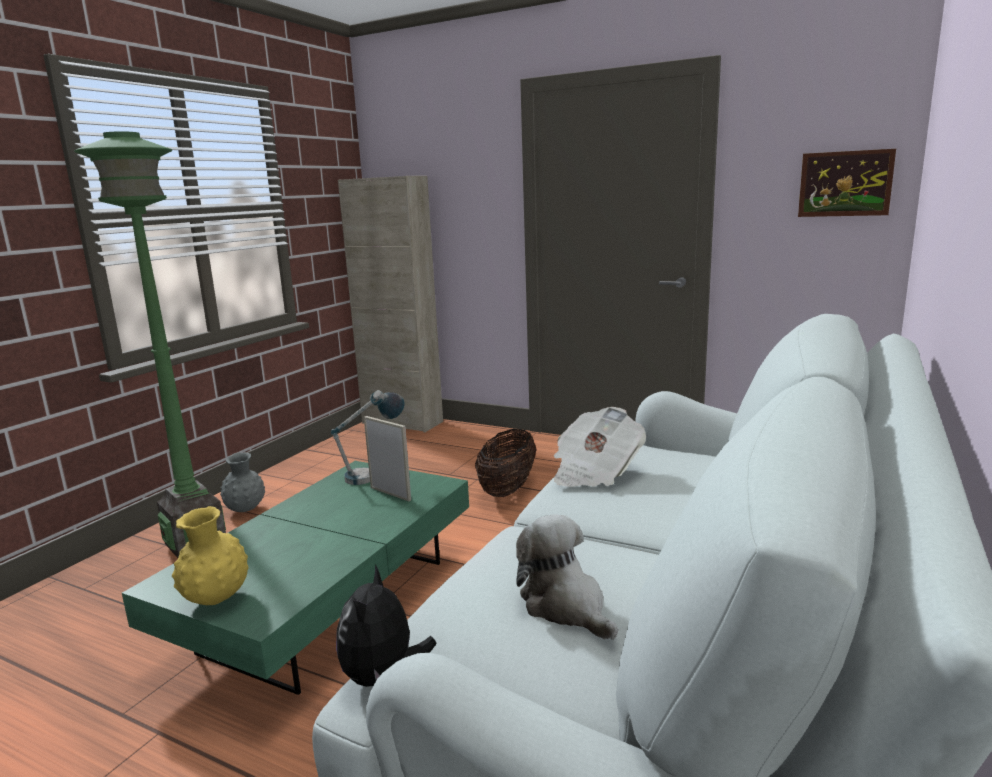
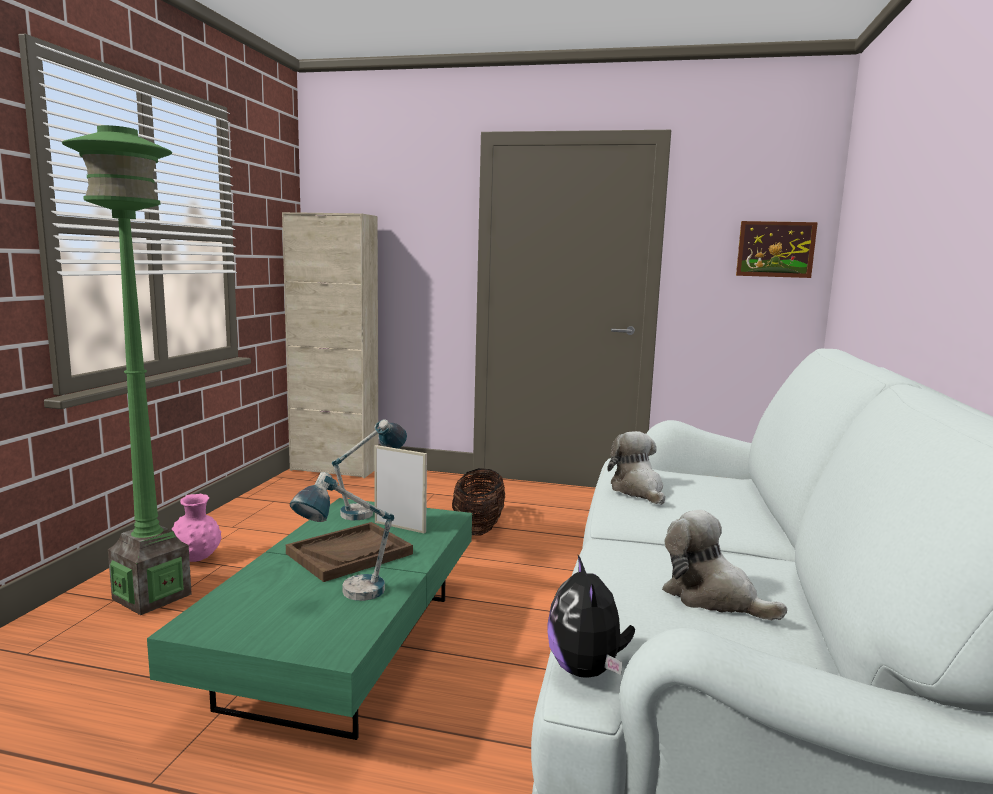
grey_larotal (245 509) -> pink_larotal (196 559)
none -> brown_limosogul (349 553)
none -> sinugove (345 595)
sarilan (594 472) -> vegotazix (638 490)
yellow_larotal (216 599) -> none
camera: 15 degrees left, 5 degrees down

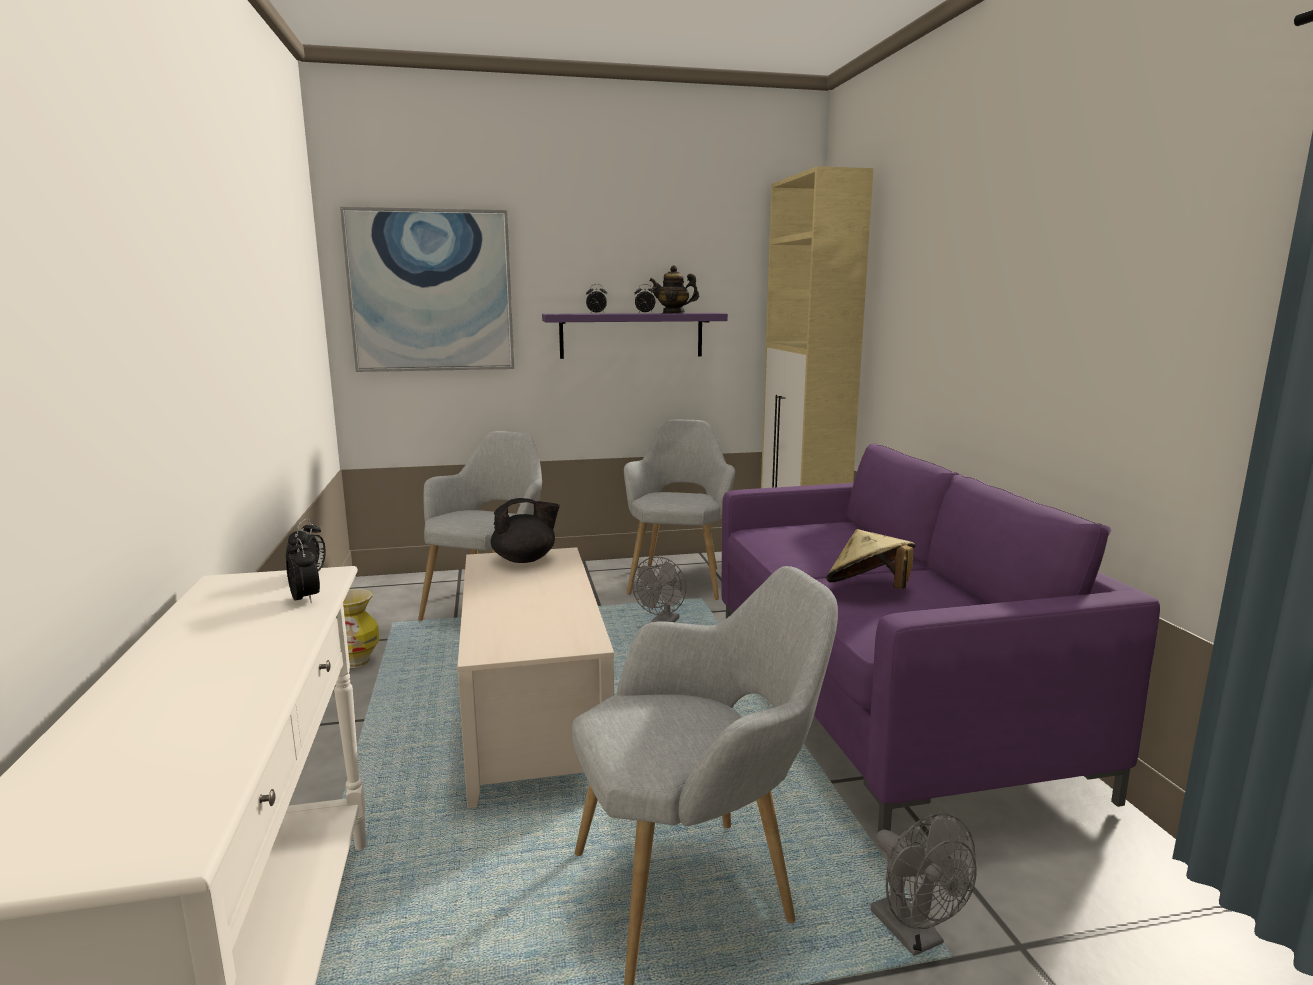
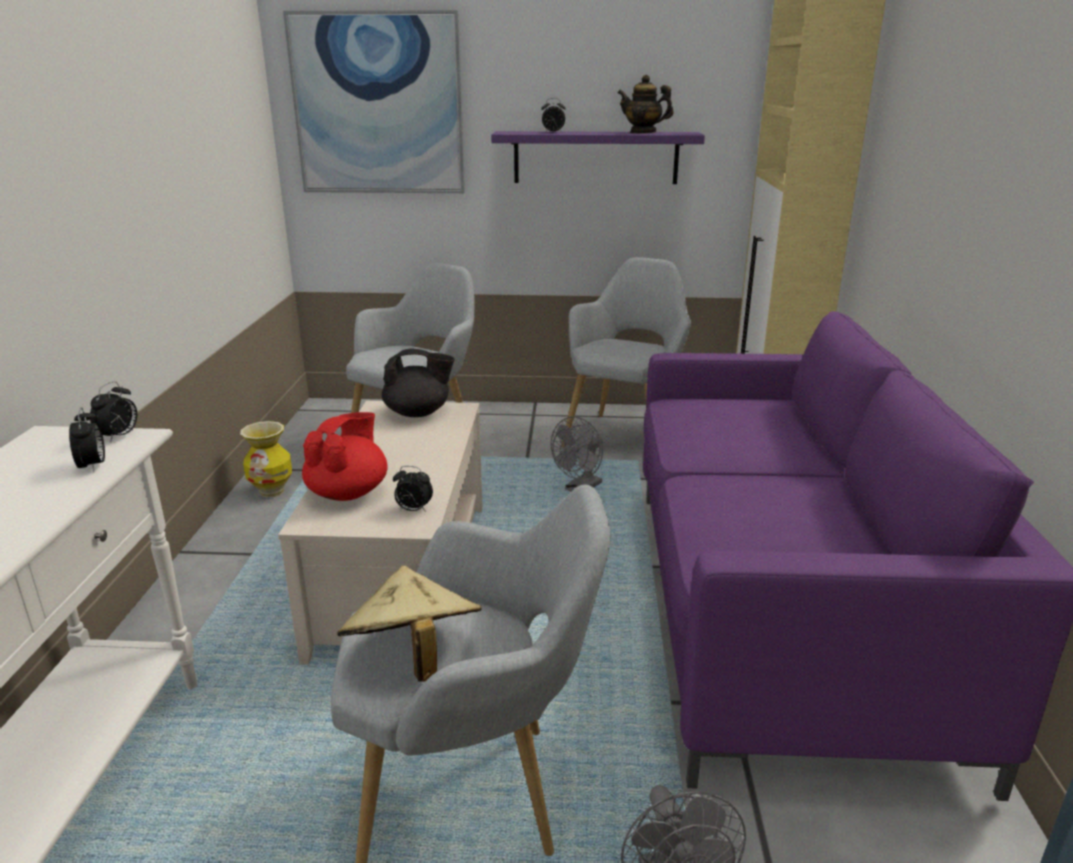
none -> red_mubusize (348 492)
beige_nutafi (868 590) -> beige_nutafi (412 657), move
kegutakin (645 313) -> kegutakin (413 510), move
camera: 15 degrees right, 10 degrees up

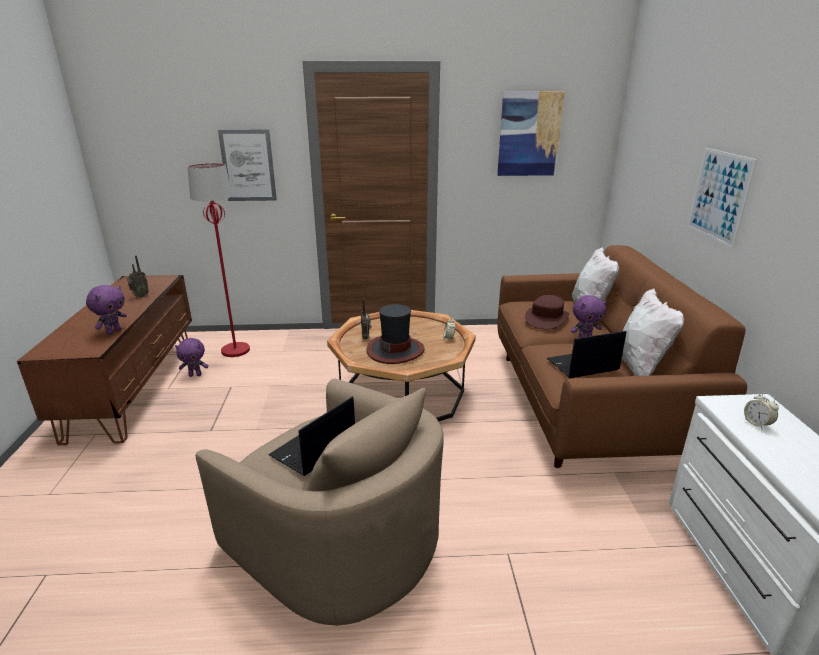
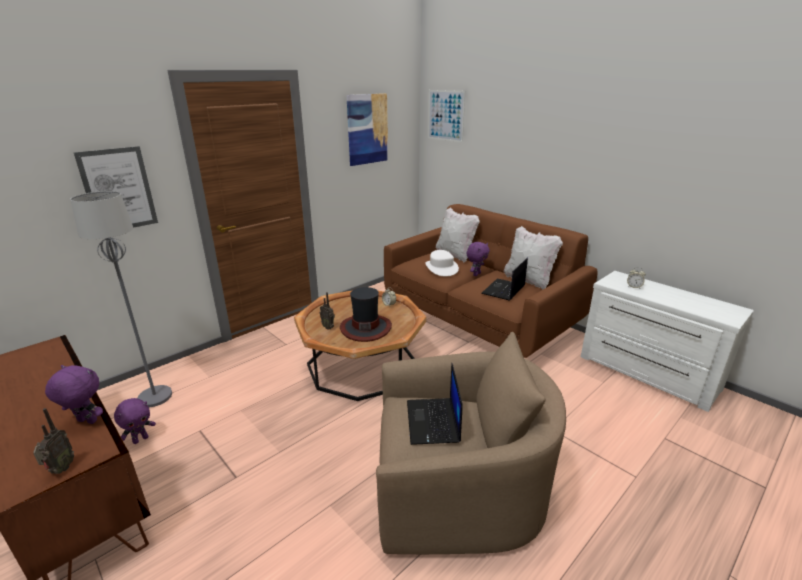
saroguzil (140 296) -> saroguzil (60 470), move
purple_vegotazix (113 331) -> purple_vegotazix (86 422), 60 degrees counterclockwise
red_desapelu (236 350) -> grey_desapelu (155 397)
brown_nutafi (546 318) -> white_nutafi (441 268)
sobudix (719 196) -> sobudix (445 115), move
camera: 40 degrees left, 0 degrees up

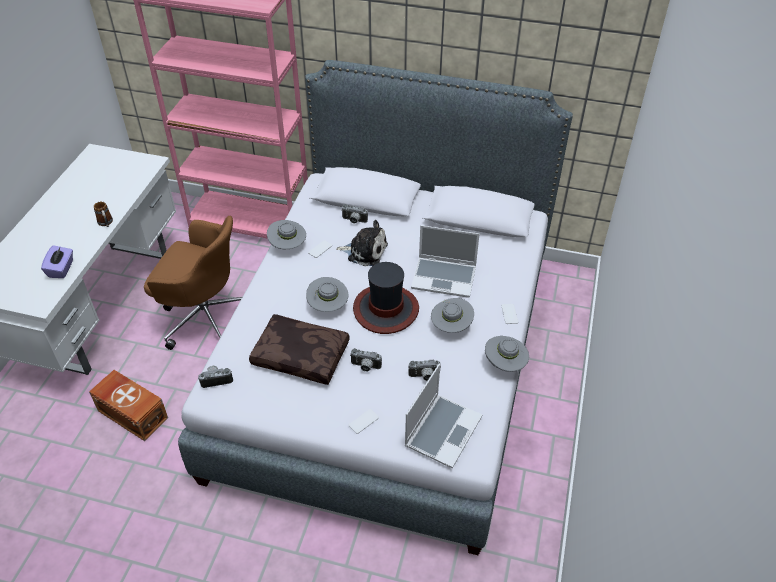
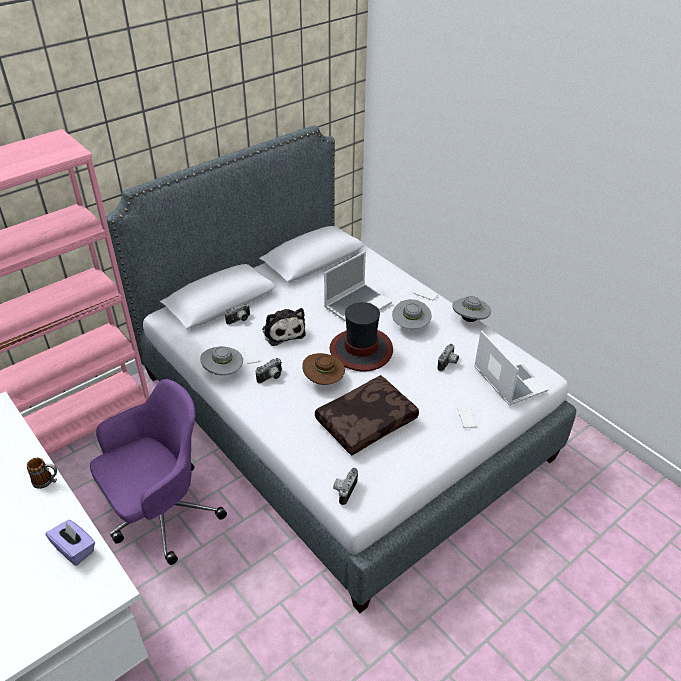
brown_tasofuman (205 316) -> purple_tasofuman (161 514)
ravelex (365 367) -> ravelex (271 378), move
vegotazix (365 251) -> vegotazix (283 331), 105 degrees clockwise
grey_nutafi (328 306) -> brown_nutafi (323 380)
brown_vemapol (132 413) -> none
camera: 55 degrees left, 5 degrees down

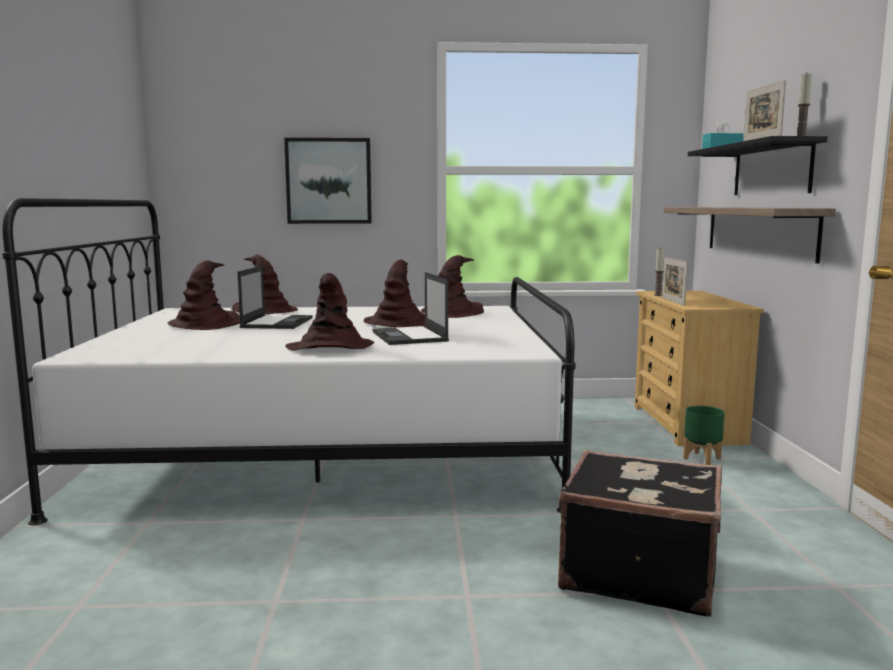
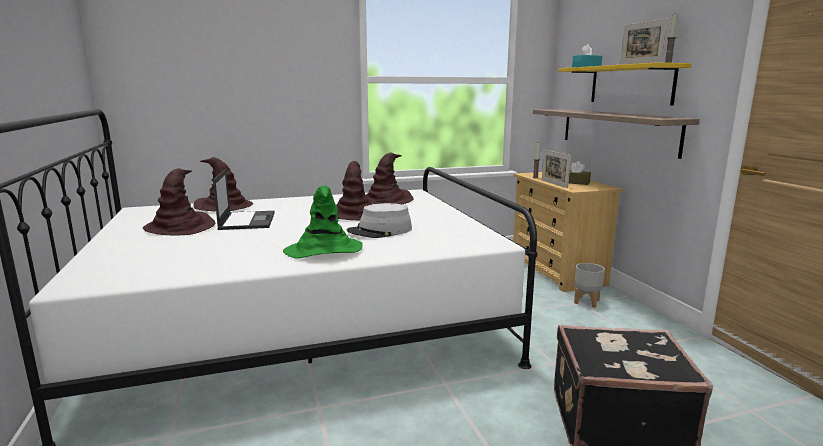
brown_nutafi (330 347) -> green_nutafi (324 250)
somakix (410 336) -> grey_nutafi (380 231)
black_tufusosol (771 169) -> yellow_tufusosol (630 85)
none -> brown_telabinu (575 182)
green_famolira (702 458) -> grey_famolira (586 301)
sobudix (329 181) -> none
camera: 15 degrees left, 5 degrees up

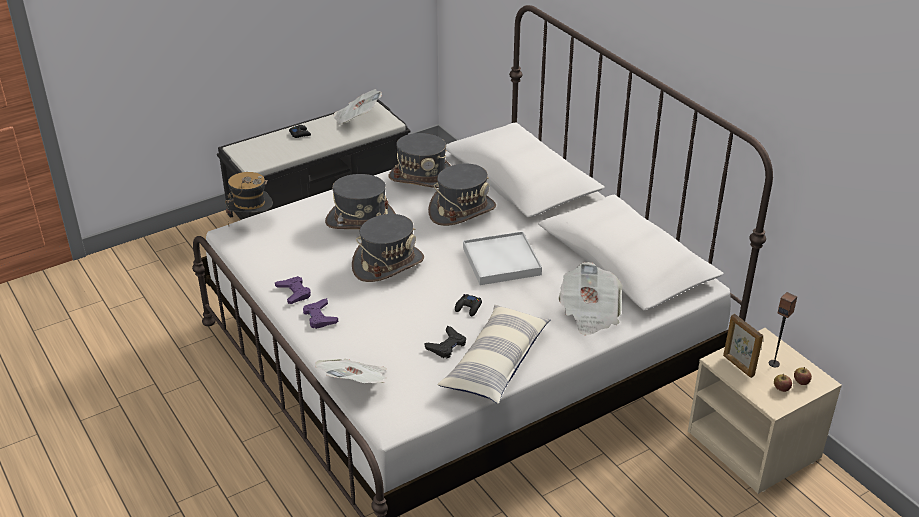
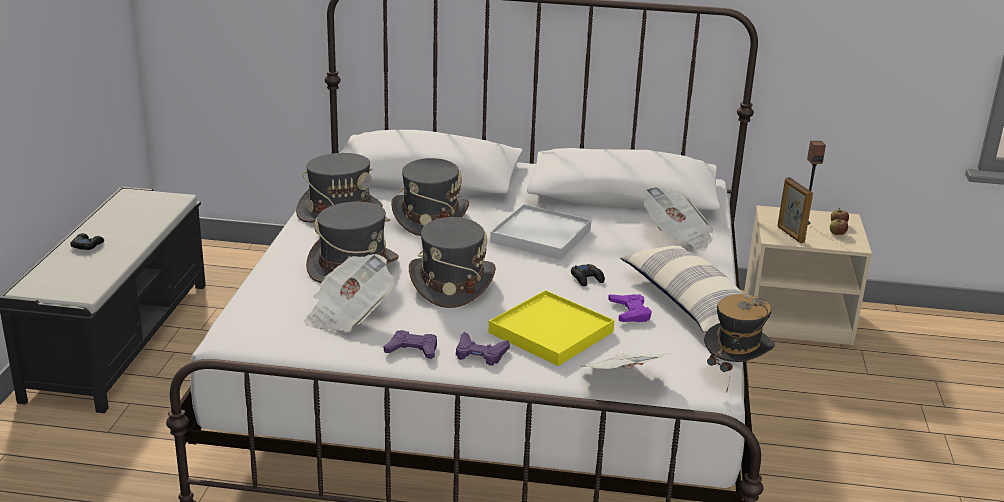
sarilan (357 119) -> sarilan (348 315), move
none -> yellow_limosogul (551 332)
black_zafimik (447 346) -> purple_zafimik (630 312)
nutafi (251 222) -> nutafi (734 375), move
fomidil (738 366) -> fomidil (790 234), 60 degrees clockwise
camera: 50 degrees left, 10 degrees down

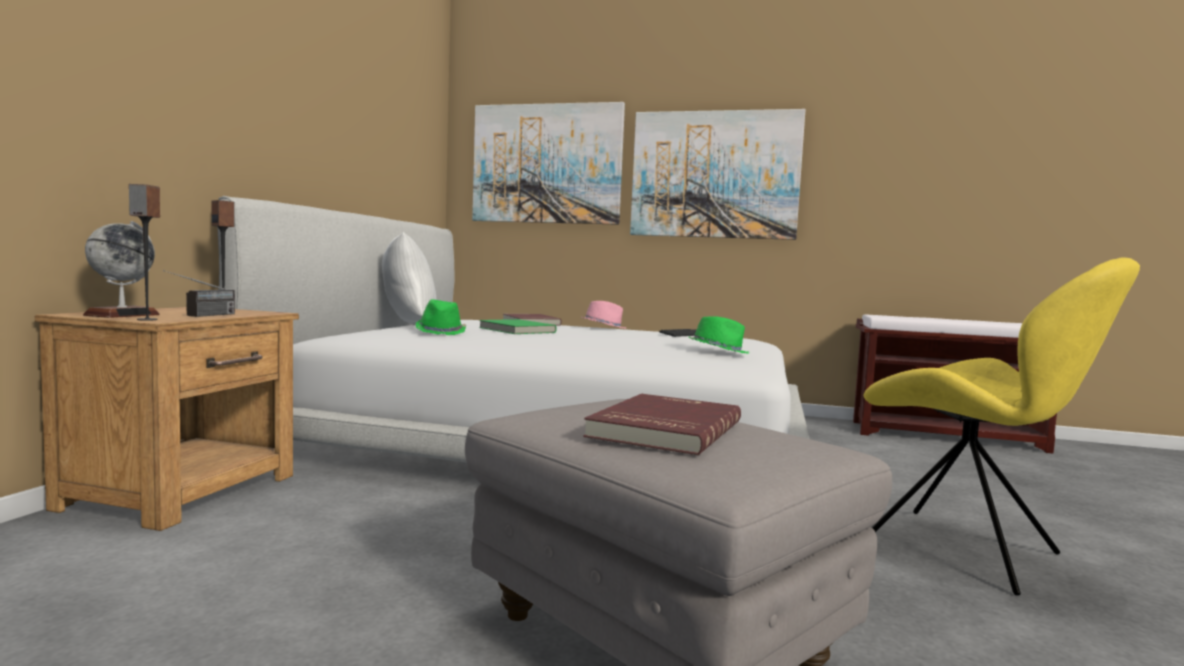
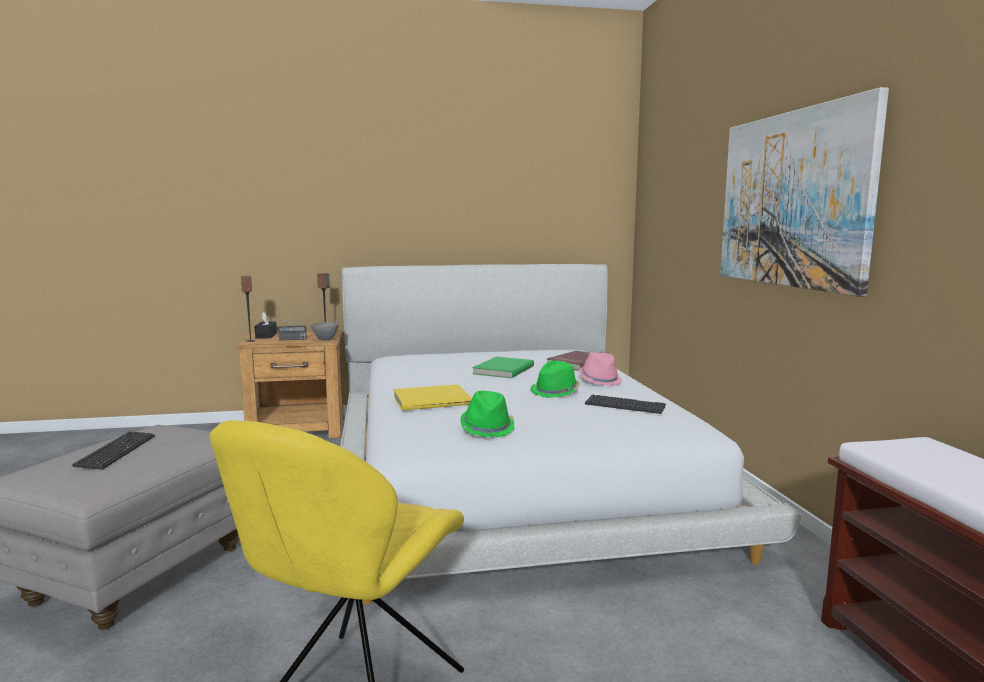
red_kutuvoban (663 429) -> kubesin (116 452)
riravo (122 315) -> black_telabinu (266 336)
none -> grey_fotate (325 339)
none -> yellow_kutuvoban (431 400)
green_nutafi (441 332) -> green_nutafi (556 392), move
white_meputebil (406 325) -> none
sobudix (546 164) -> none
camera: 65 degrees right, 5 degrees up

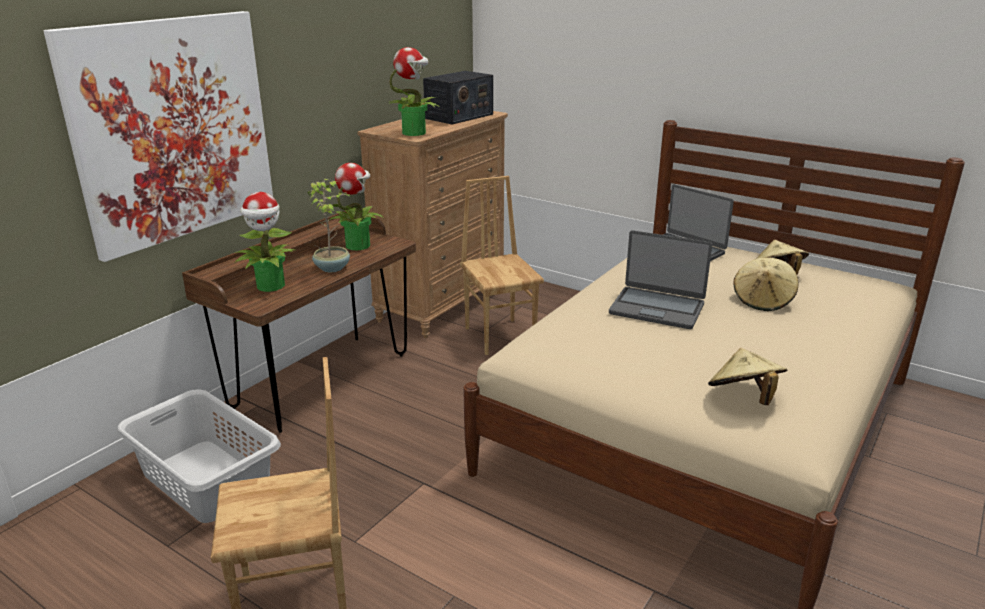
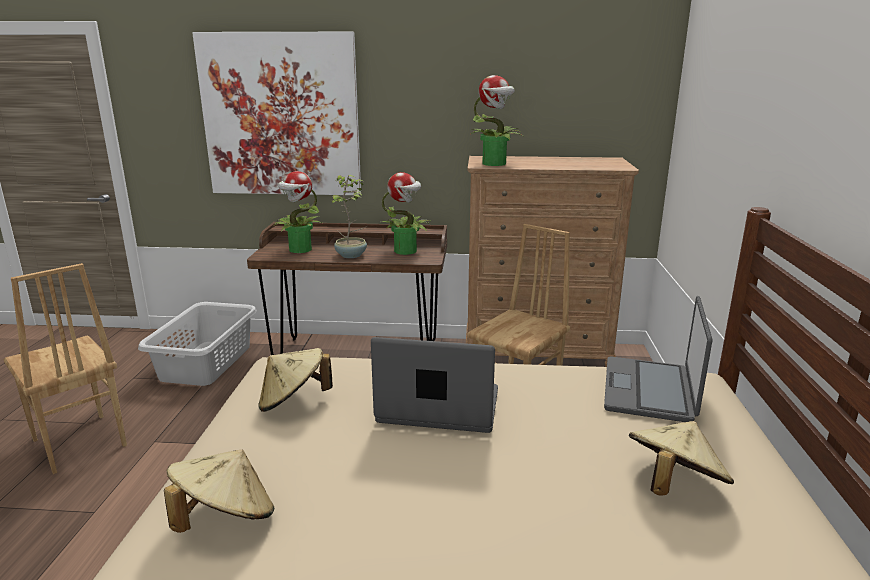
beige_nutafi (763 301) -> beige_nutafi (293 401), move
somakix (657 308) -> somakix (438 407), 105 degrees clockwise
saroguzil (459 116) -> none
camera: 60 degrees right, 5 degrees down

